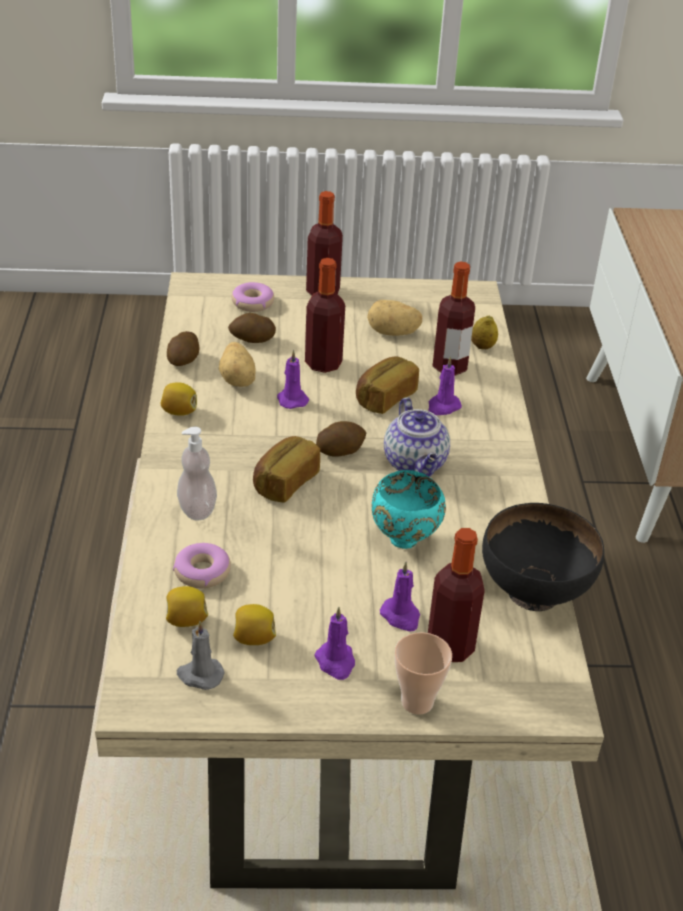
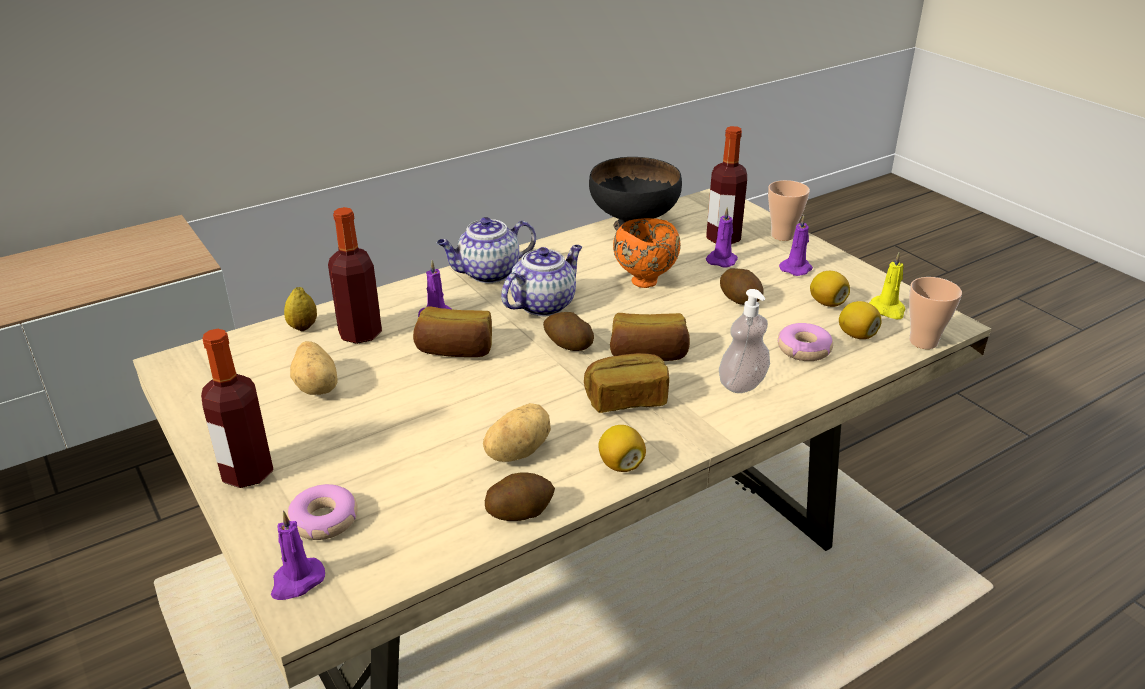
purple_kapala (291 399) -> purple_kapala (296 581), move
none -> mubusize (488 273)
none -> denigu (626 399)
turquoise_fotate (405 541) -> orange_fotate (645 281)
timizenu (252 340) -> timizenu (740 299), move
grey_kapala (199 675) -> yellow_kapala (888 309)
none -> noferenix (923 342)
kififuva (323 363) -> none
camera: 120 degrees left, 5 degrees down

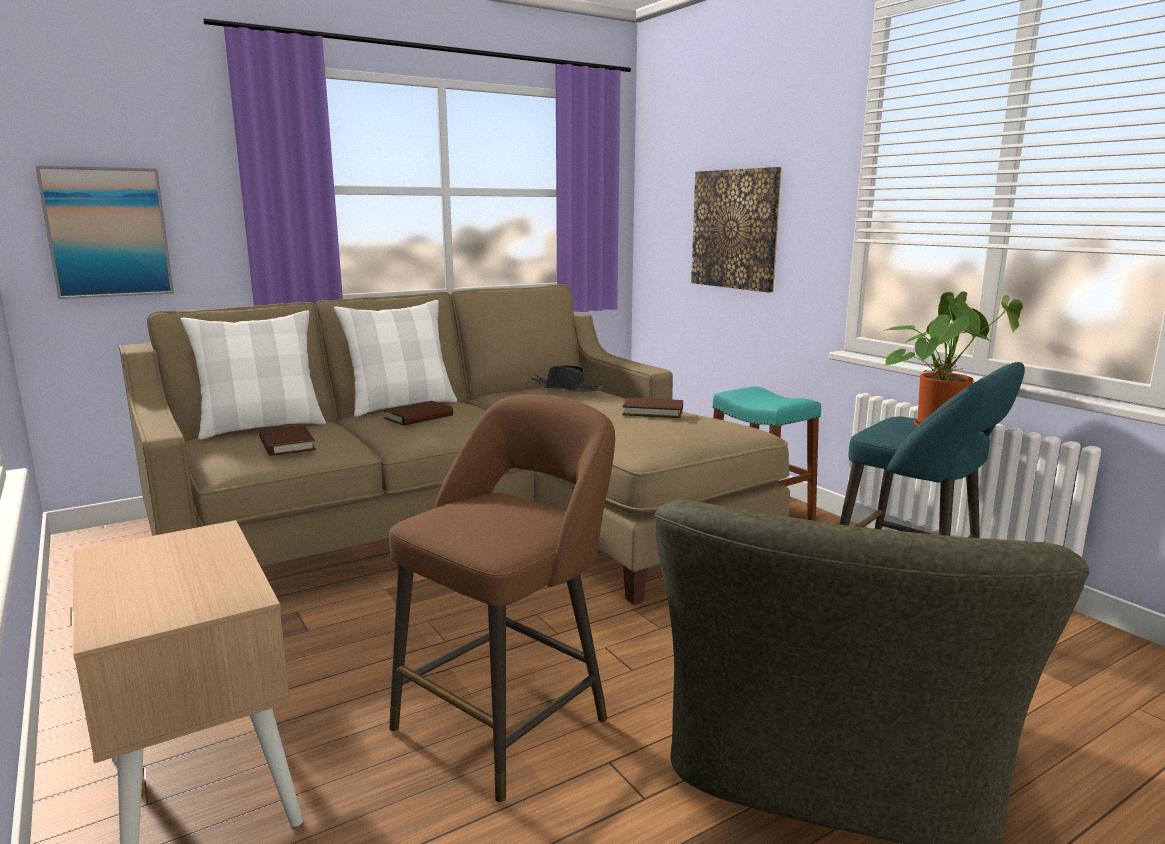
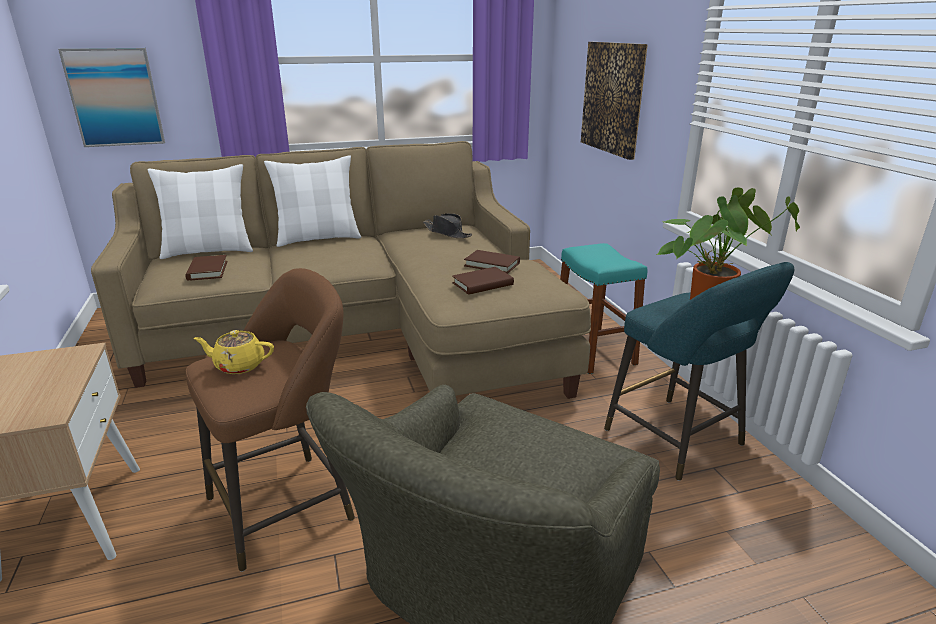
none -> yellow_mubusize (239 365)
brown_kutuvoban (418 417) -> brown_kutuvoban (482 284), move
camera: 15 degrees right, 10 degrees up

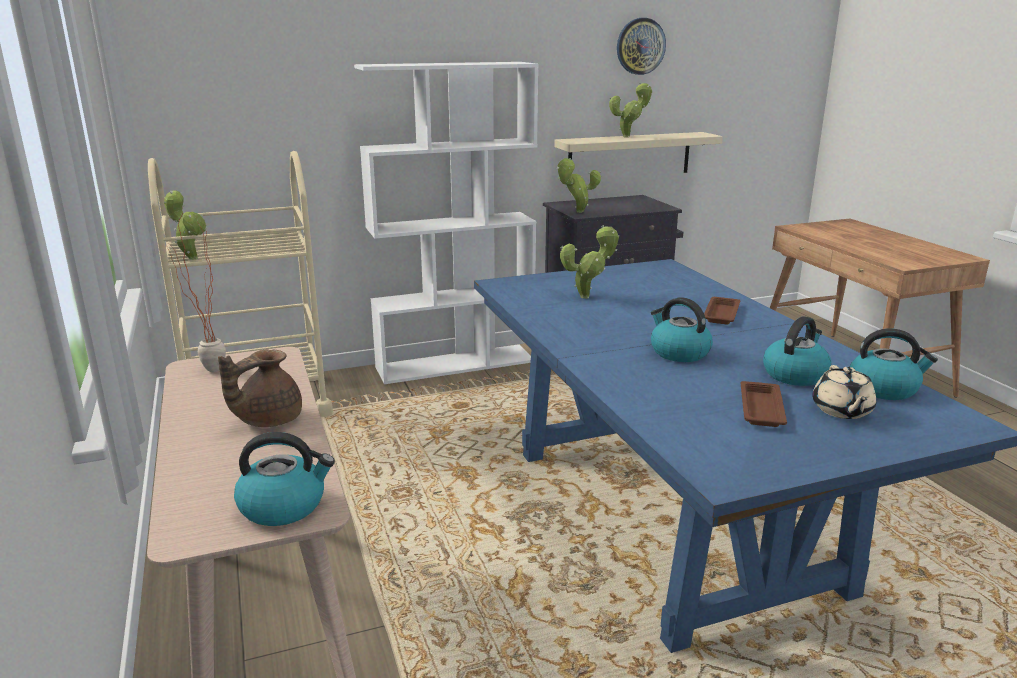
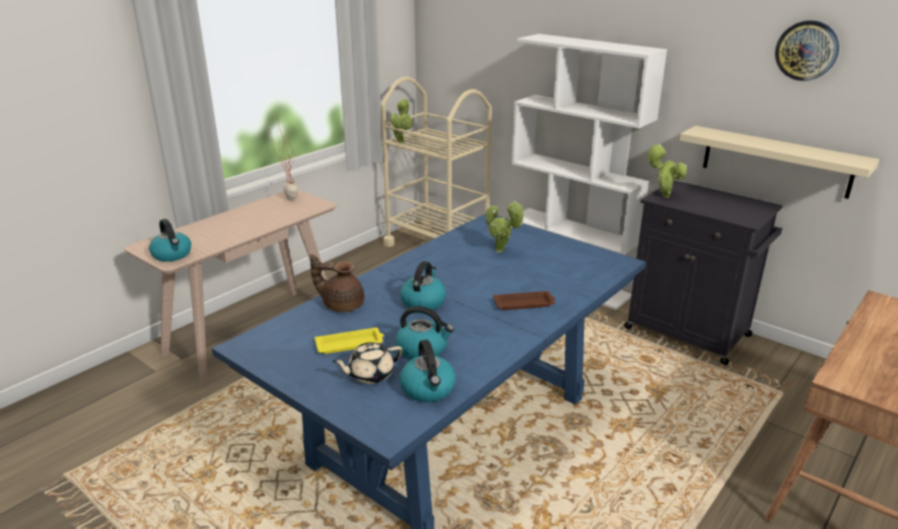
brown_mubusize (267 420) -> brown_mubusize (342 305), move
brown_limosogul (761 408) -> yellow_limosogul (350 344)
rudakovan (629 136) -> none
camera: 60 degrees right, 5 degrees up

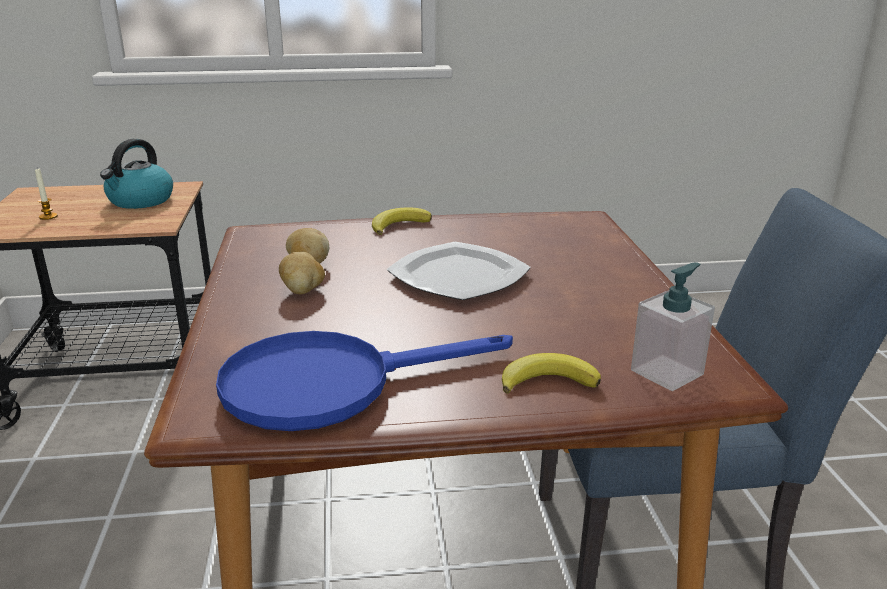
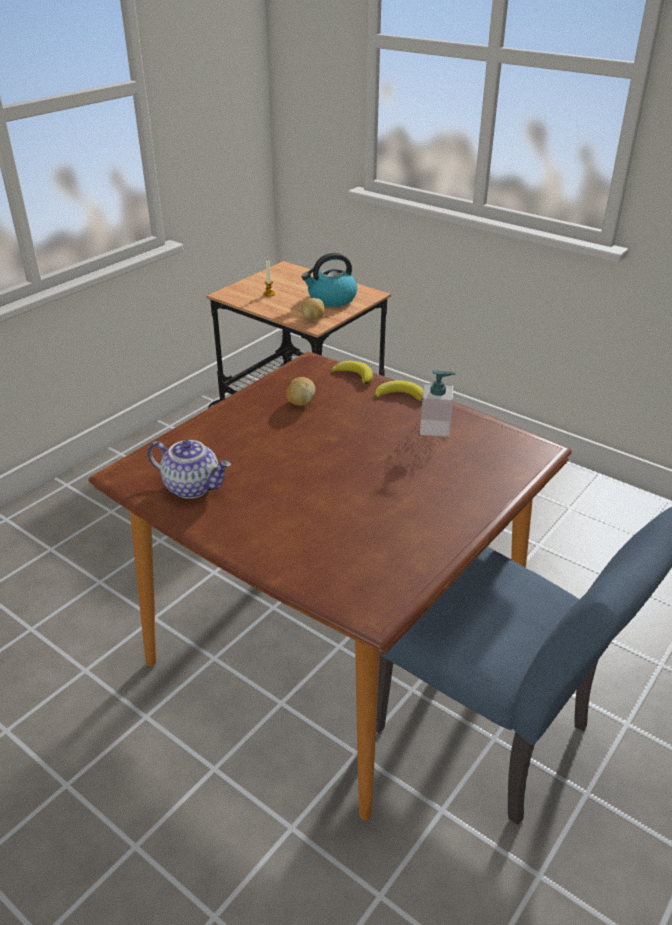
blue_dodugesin (330 384) -> mubusize (193 487)
timizenu (303 291) -> timizenu (313 318), move
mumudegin (547 381) -> mumudegin (355 375), move
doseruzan (667 372) -> doseruzan (435 428), move
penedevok (459 276) -> none
camera: 45 degrees right, 10 degrees up

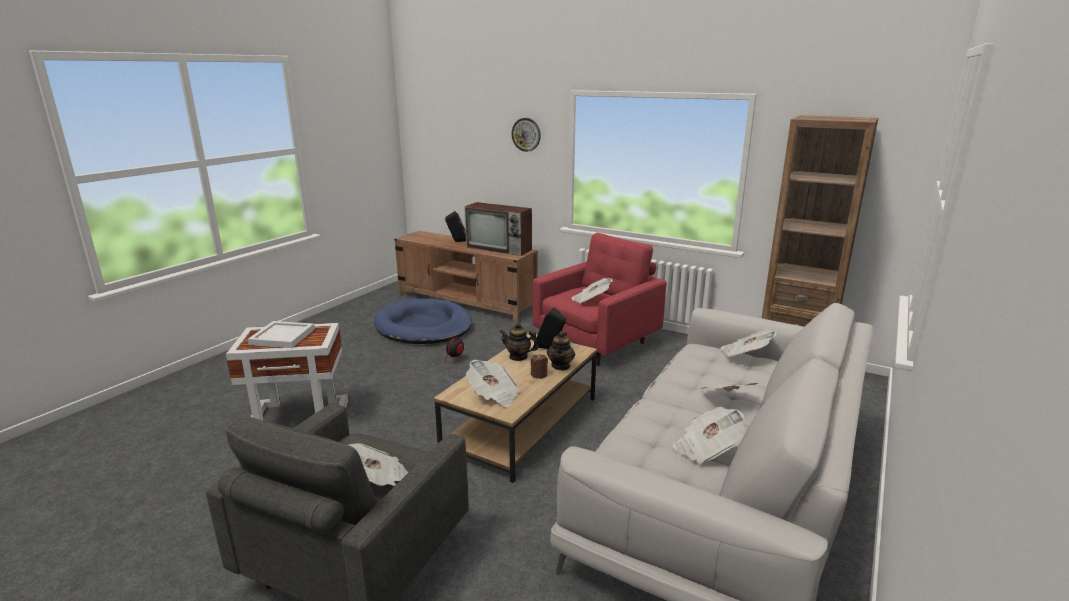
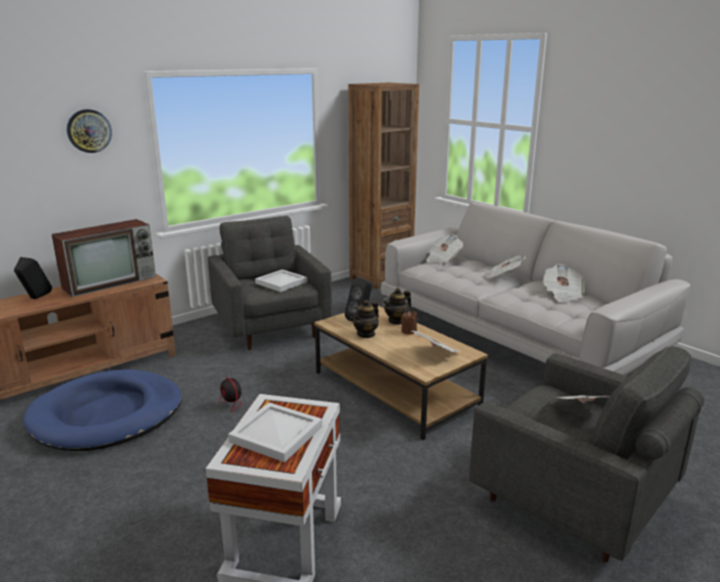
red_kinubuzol (598 343) -> grey_kinubuzol (271 327)
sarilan (591 300) -> white_limosogul (281 283)
mubusize (561 366) -> mubusize (397 321), 105 degrees clockwise
camera: 70 degrees left, 0 degrees up

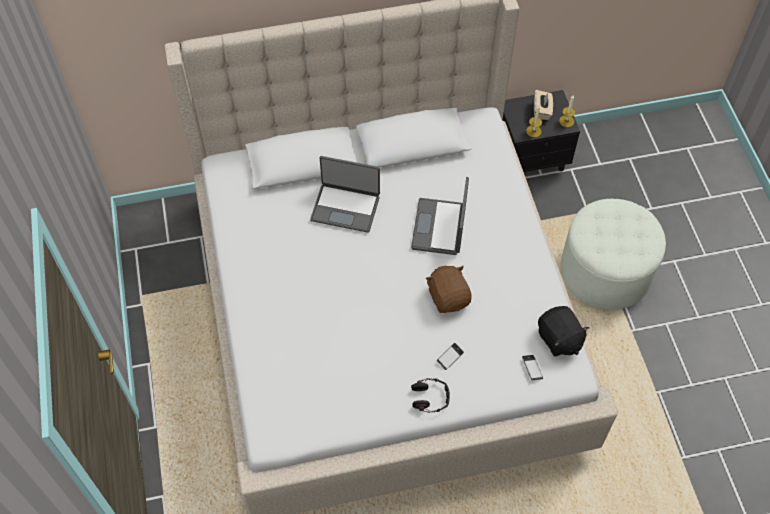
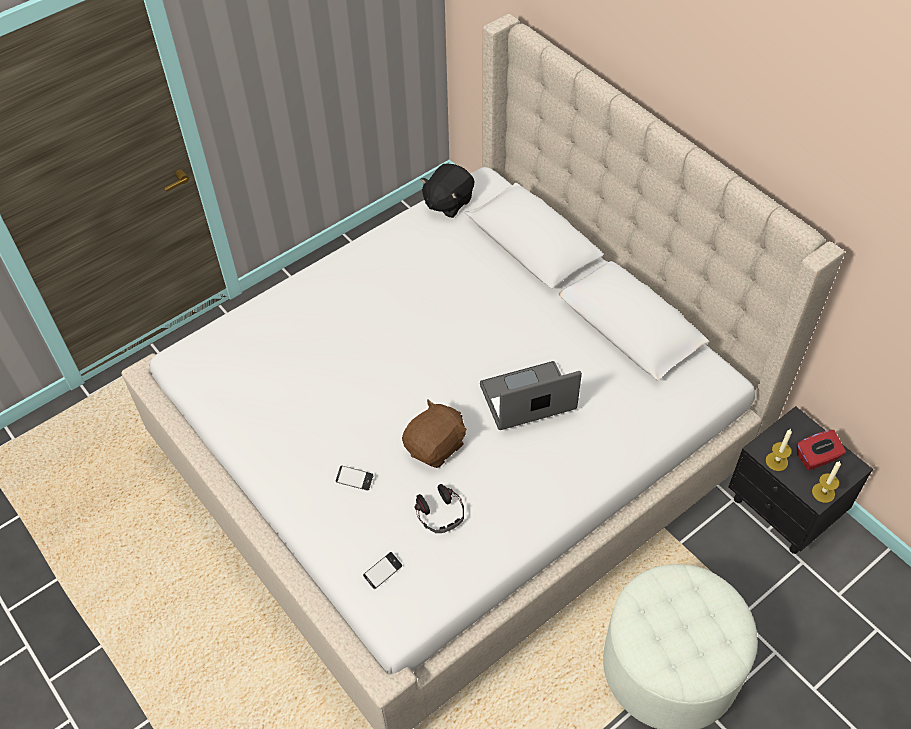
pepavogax (430 397) -> pepavogax (440 513), move
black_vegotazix (559 339) -> black_vegotazix (447 202), move
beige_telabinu (541 111) -> red_telabinu (816 458)
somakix (346 207) -> none
camera: 65 degrees right, 5 degrees down

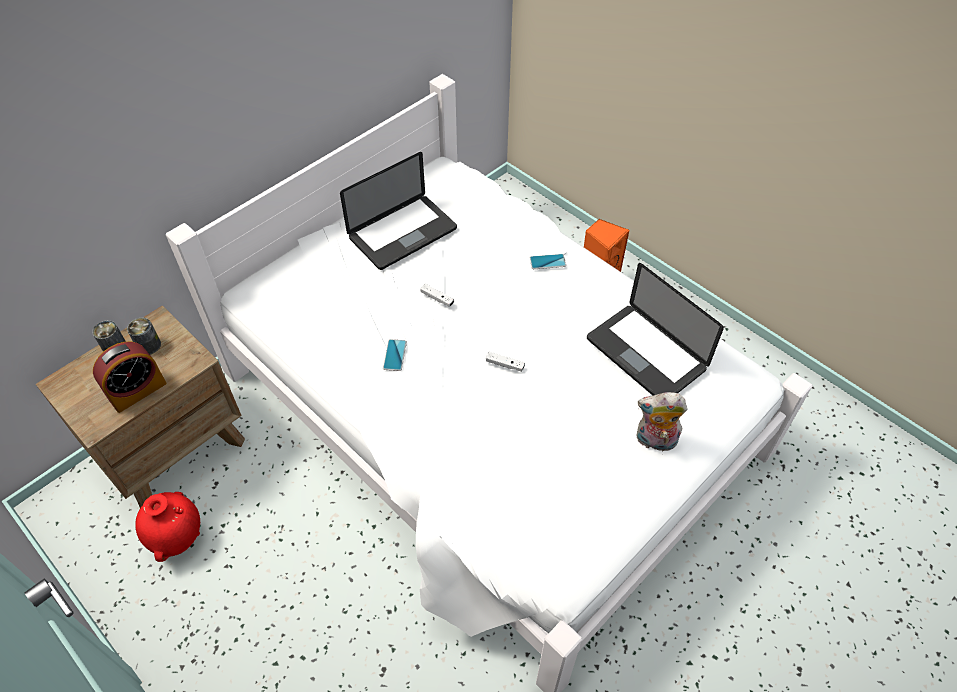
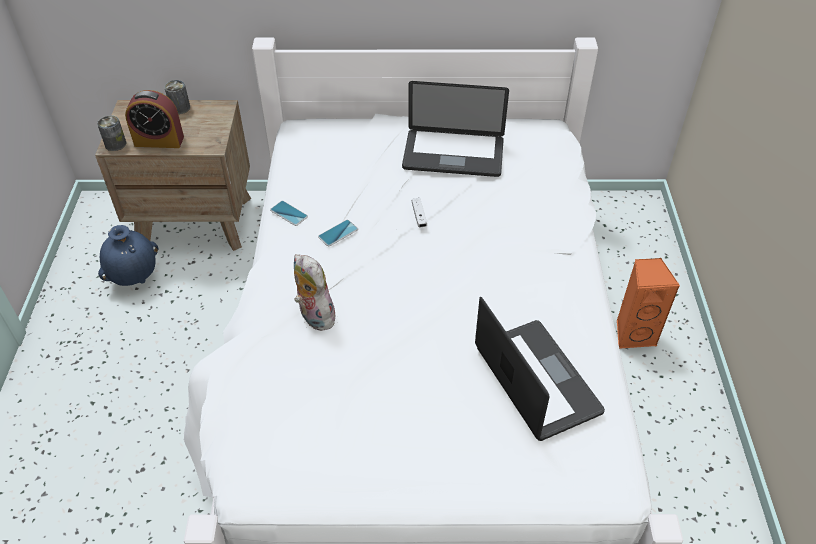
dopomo (149 345) -> dopomo (115 144), move
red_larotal (178 537) -> blue_larotal (135 277)
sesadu (547 262) -> sesadu (289 213), move
vegotazix (654 441) -> vegotazix (314 316), move
somakix (645 354) -> somakix (536 380), 150 degrees clockwise
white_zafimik (505 364) -> none
camera: 45 degrees right, 5 degrees down

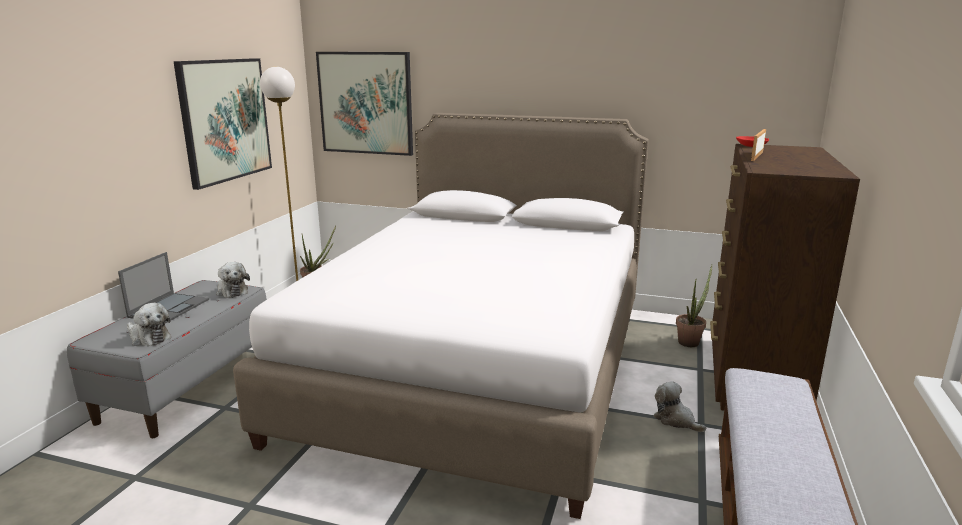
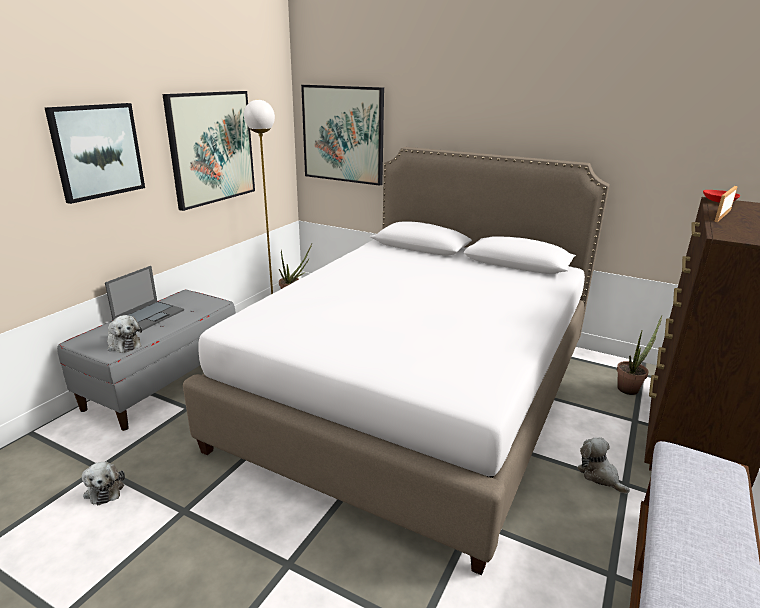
none -> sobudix (97 151)
vegotazix (232 291) -> vegotazix (104 489), move
camera: 10 degrees right, 5 degrees up

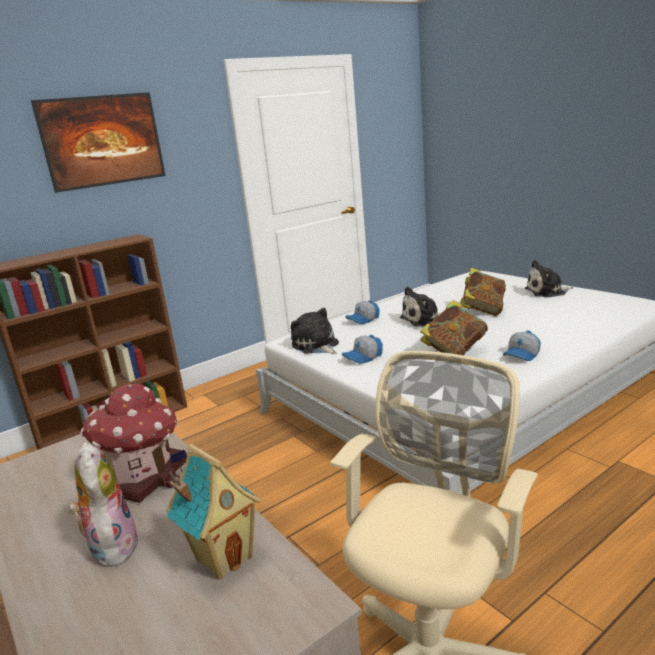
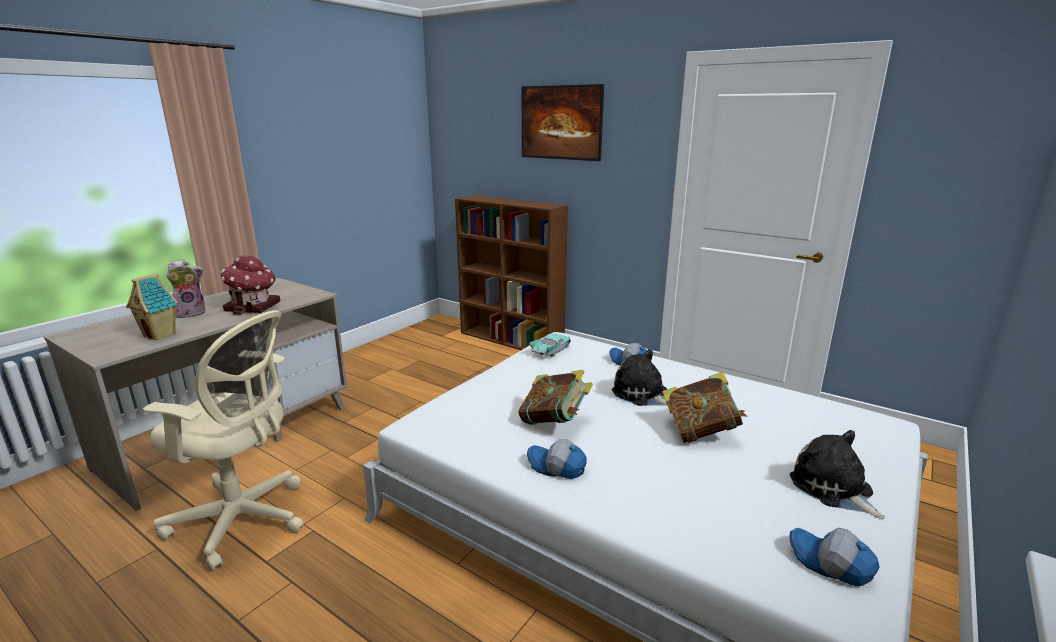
vegotazix (316 346) -> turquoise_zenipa (550 351)
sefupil (363 357) -> sefupil (830 563), move
camera: 70 degrees right, 0 degrees up

